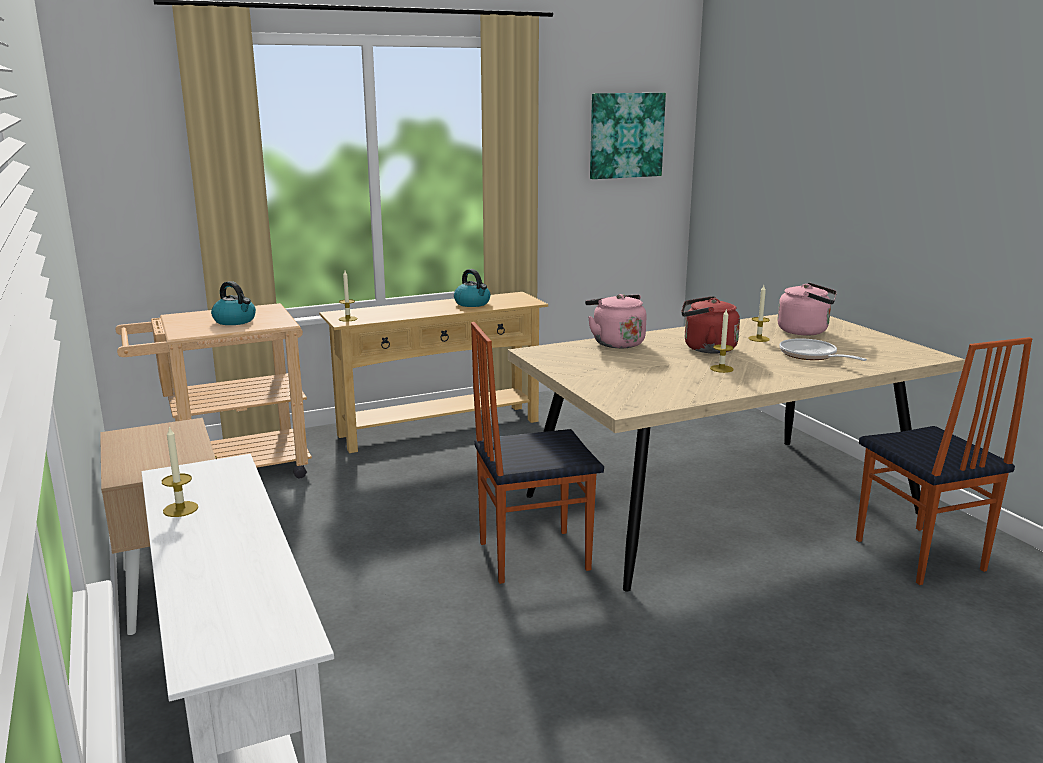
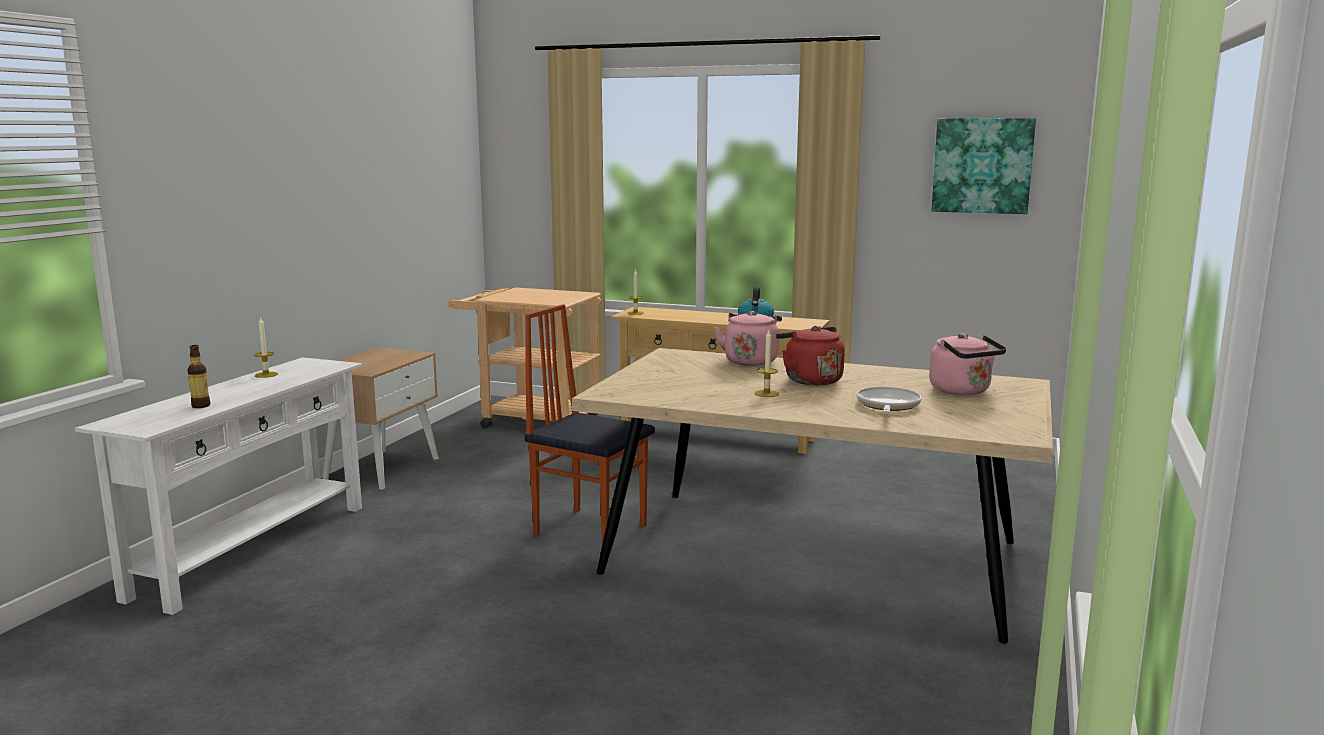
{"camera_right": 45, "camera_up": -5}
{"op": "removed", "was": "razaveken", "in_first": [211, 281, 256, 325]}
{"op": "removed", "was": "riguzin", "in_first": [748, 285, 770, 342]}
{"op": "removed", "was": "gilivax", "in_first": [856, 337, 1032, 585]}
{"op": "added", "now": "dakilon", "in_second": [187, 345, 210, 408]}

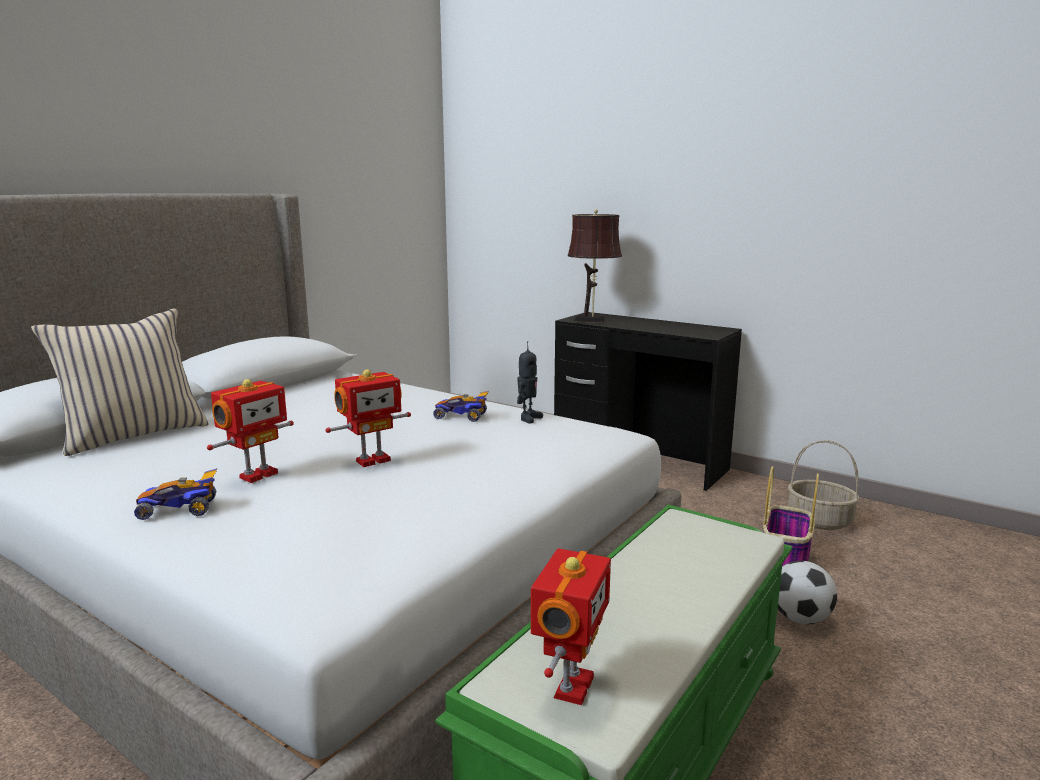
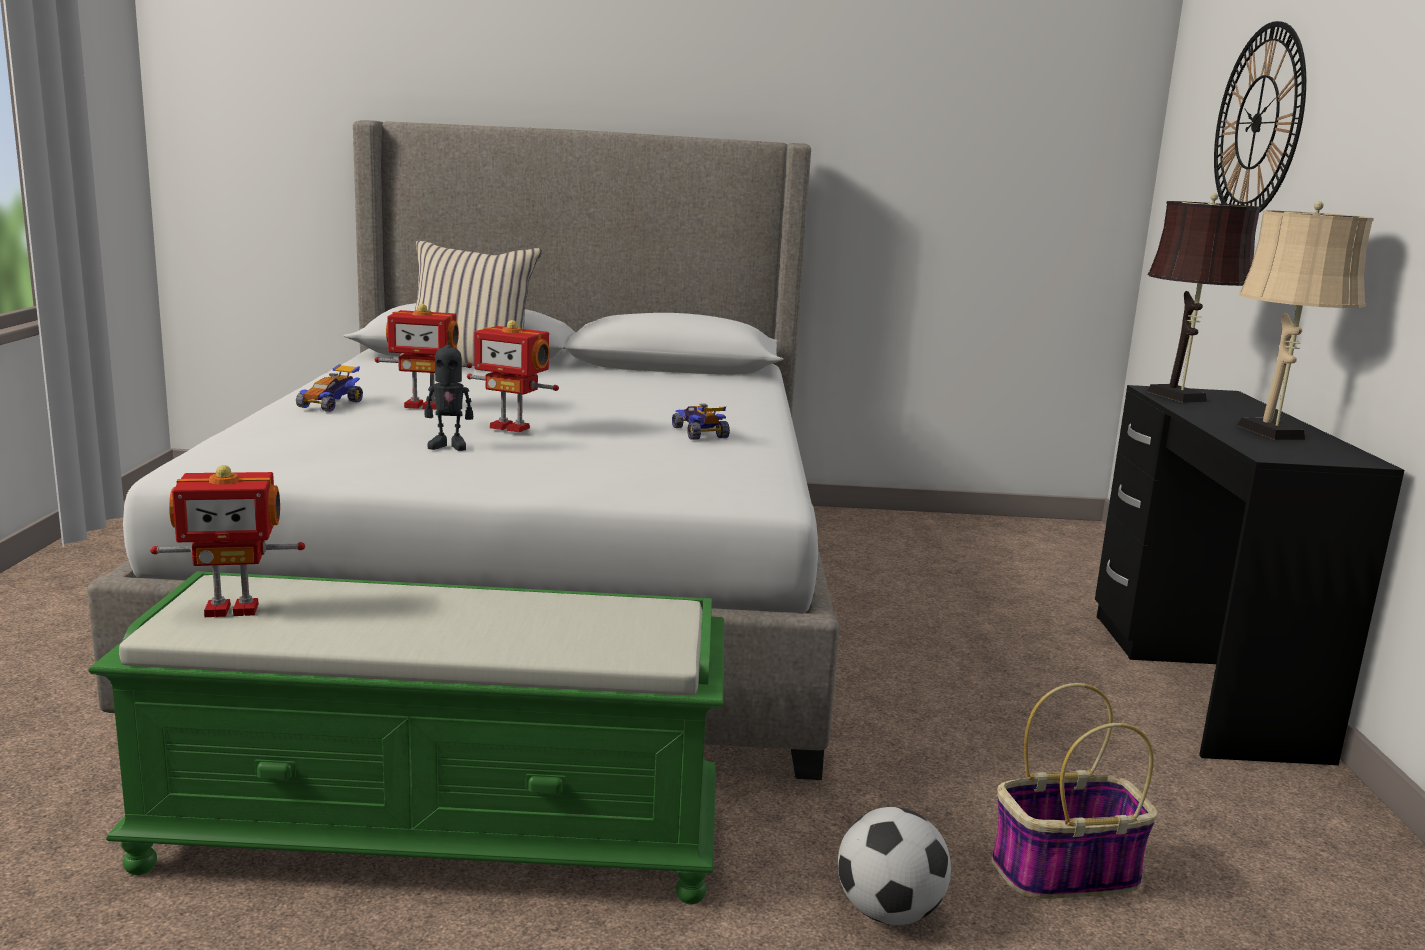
{"camera_right": 55, "camera_up": 0}
{"op": "removed", "was": "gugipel", "in_first": [788, 440, 859, 530]}
{"op": "added", "now": "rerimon", "in_second": [1214, 21, 1306, 213]}
{"op": "added", "now": "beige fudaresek", "in_second": [1237, 201, 1374, 440]}
{"op": "moved", "was": "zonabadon", "in_first": [517, 341, 543, 424], "in_second": [425, 331, 473, 451]}
{"op": "turned", "was": "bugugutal", "in_first": [134, 468, 217, 520], "in_second": [296, 364, 363, 412], "clockwise": -120}

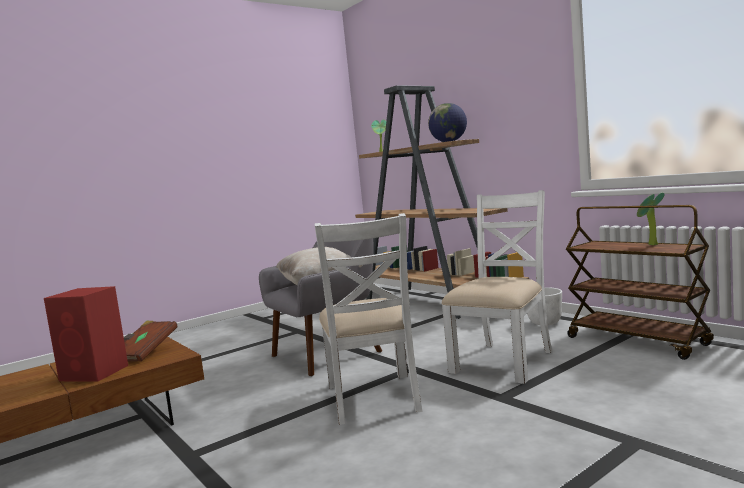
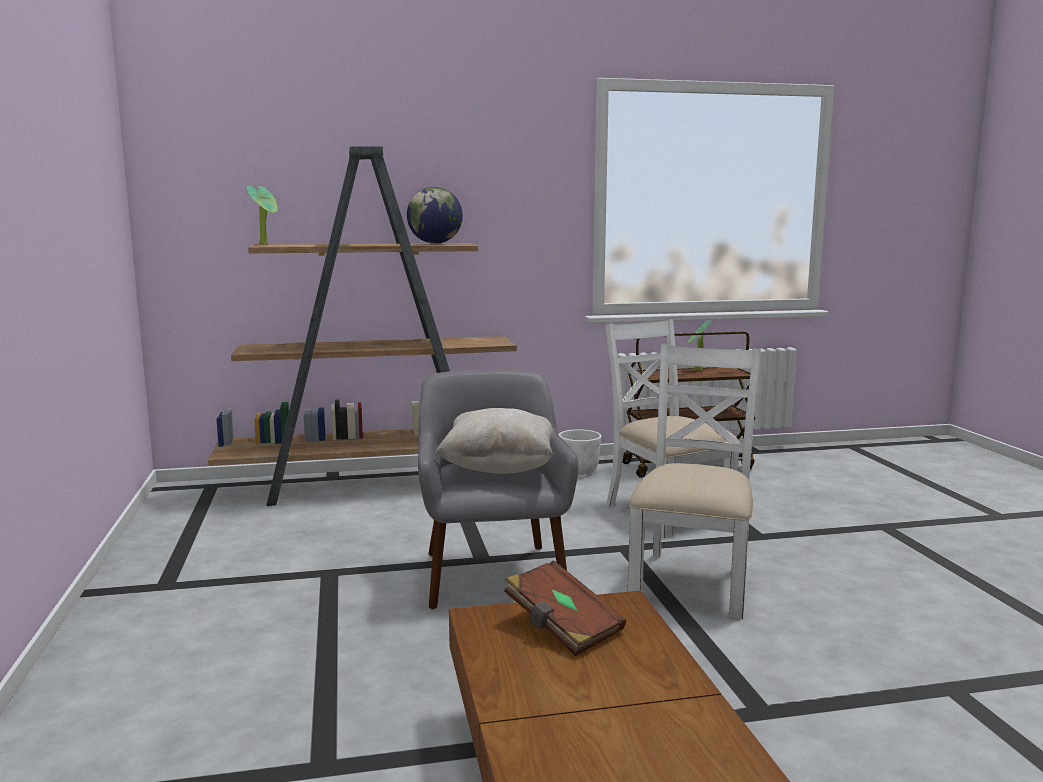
{"camera_right": -65, "camera_up": 5}
{"op": "removed", "was": "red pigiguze", "in_first": [44, 286, 128, 382]}
{"op": "turned", "was": "white gilivax", "in_first": [315, 213, 423, 425], "in_second": [628, 344, 761, 619], "clockwise": -90}

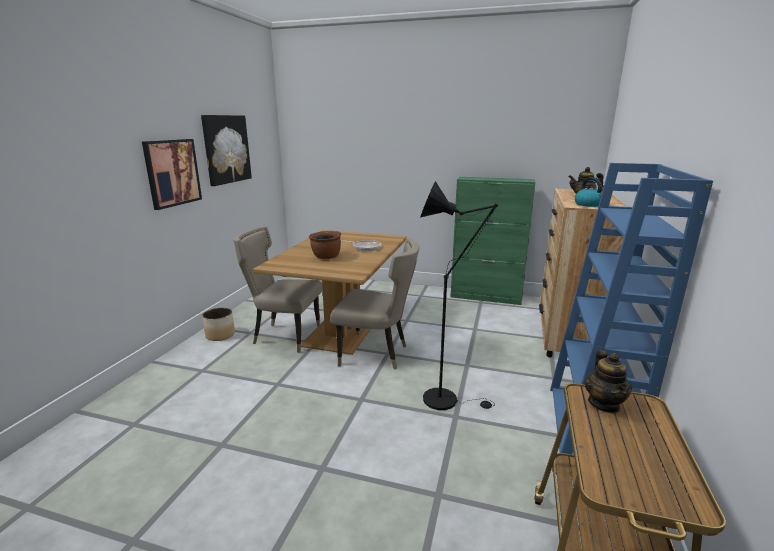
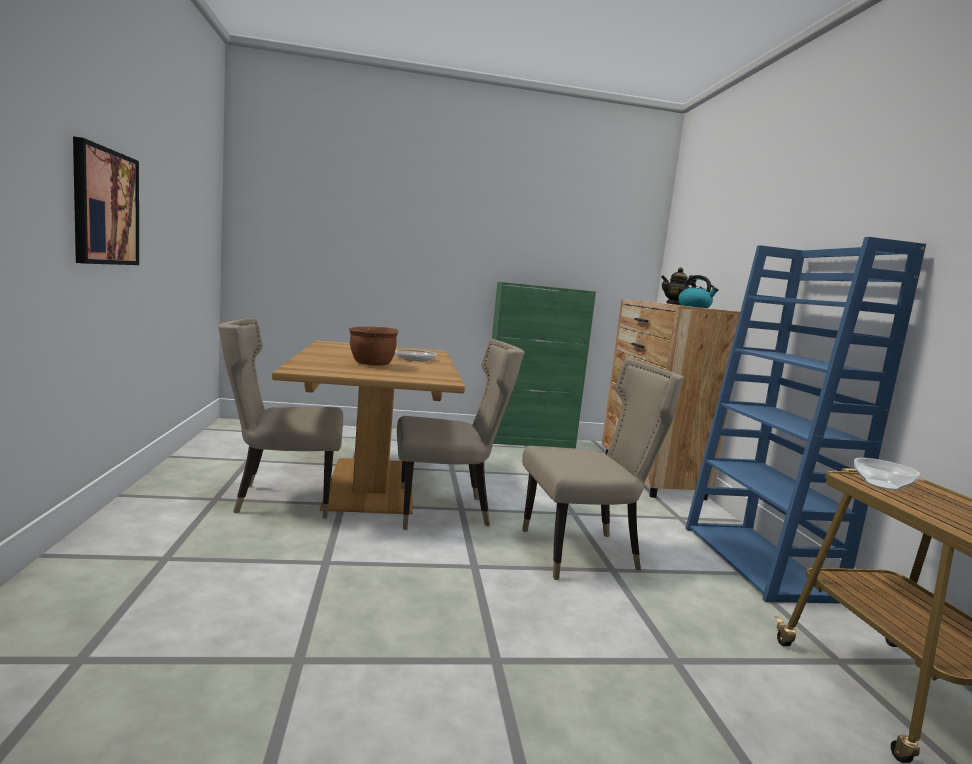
{"camera_right": -25, "camera_up": -10}
{"op": "removed", "was": "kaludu", "in_first": [201, 115, 252, 186]}
{"op": "removed", "was": "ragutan", "in_first": [202, 308, 235, 341]}
{"op": "replaced", "was": "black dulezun", "now": "beige gilivax", "in_first": [420, 181, 498, 410], "in_second": [522, 359, 684, 580]}
{"op": "replaced", "was": "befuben", "now": "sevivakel", "in_first": [584, 350, 632, 413], "in_second": [854, 458, 920, 490]}

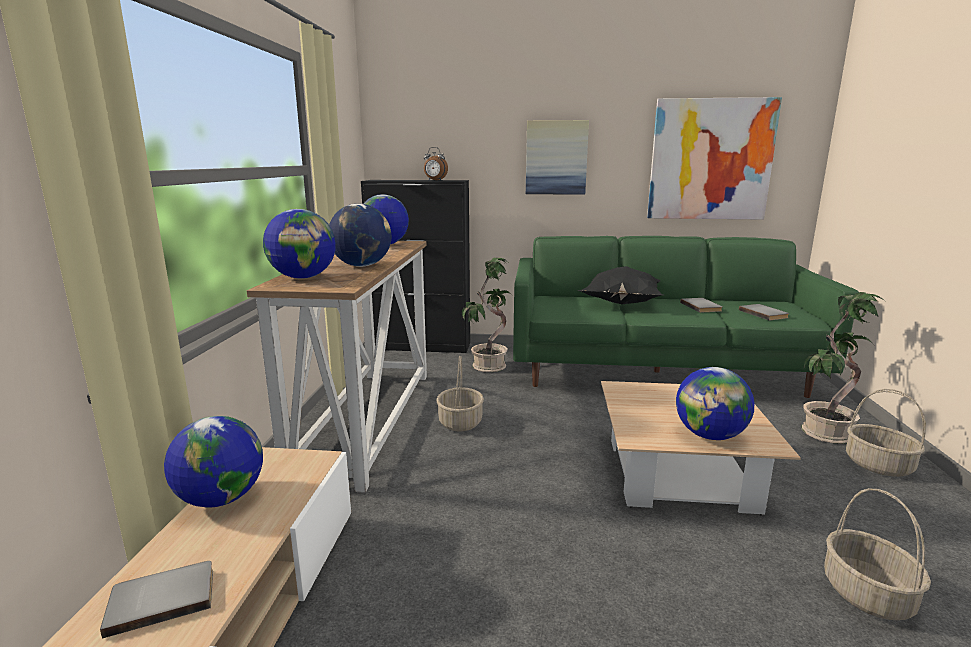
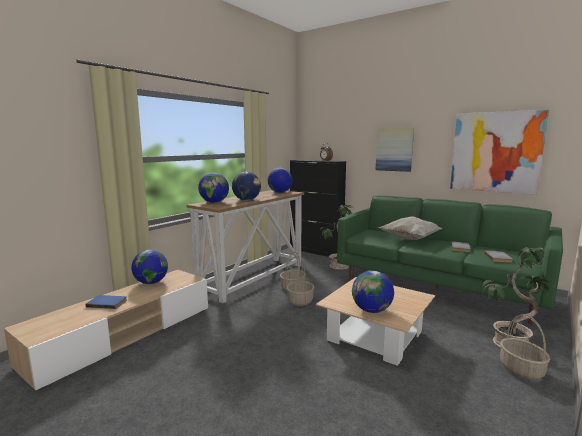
{"camera_right": 30, "camera_up": -5}
{"op": "moved", "was": "gugipel", "in_first": [824, 488, 931, 620], "in_second": [287, 262, 314, 306]}
{"op": "recoloured", "was": "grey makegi", "now": "blue makegi", "in_first": [100, 561, 213, 639], "in_second": [85, 295, 127, 309]}
{"op": "recoloured", "was": "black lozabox", "now": "white lozabox", "in_first": [578, 266, 663, 304], "in_second": [377, 216, 442, 240]}

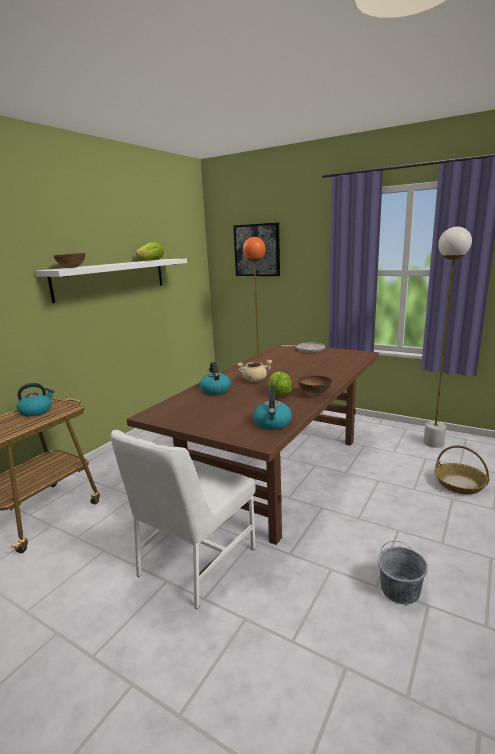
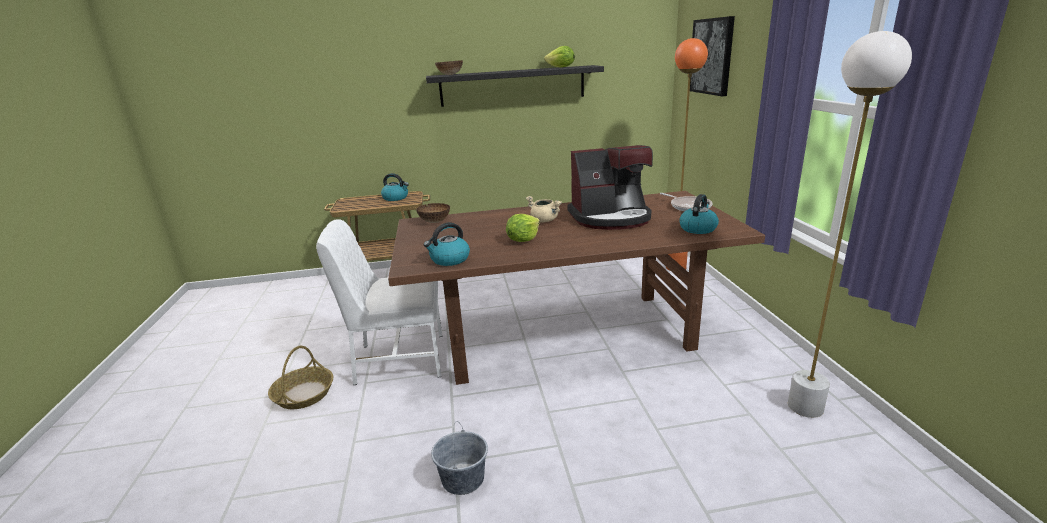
{"camera_right": 50, "camera_up": 5}
{"op": "added", "now": "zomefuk", "in_second": [567, 145, 653, 230]}
{"op": "moved", "was": "razaveken", "in_first": [200, 362, 231, 395], "in_second": [679, 194, 719, 234]}
{"op": "moved", "was": "sevivakel", "in_first": [298, 376, 332, 395], "in_second": [416, 203, 450, 223]}
{"op": "moved", "was": "gugipel", "in_first": [434, 445, 489, 494], "in_second": [268, 346, 333, 409]}
{"op": "recoloured", "was": "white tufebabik", "now": "black tufebabik", "in_first": [35, 259, 187, 303], "in_second": [426, 65, 604, 107]}

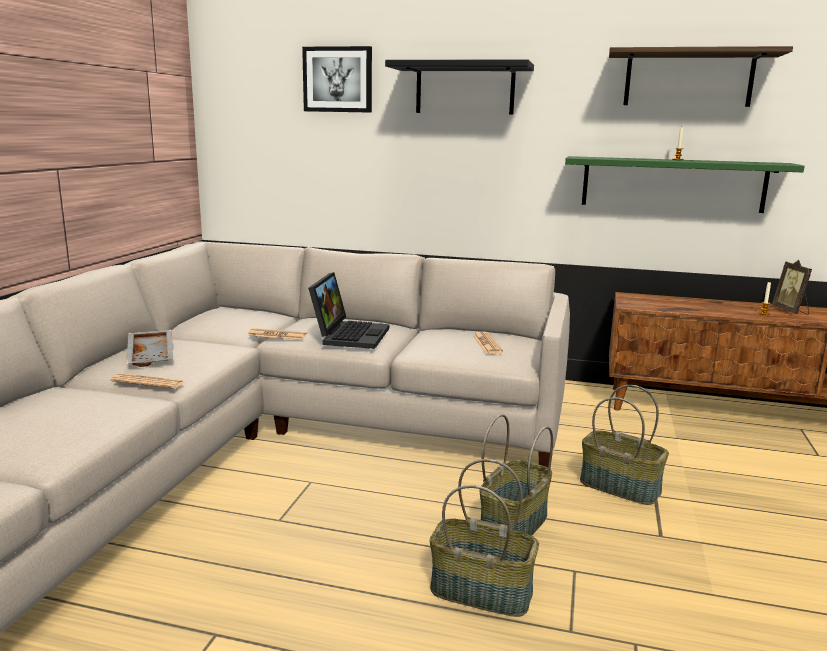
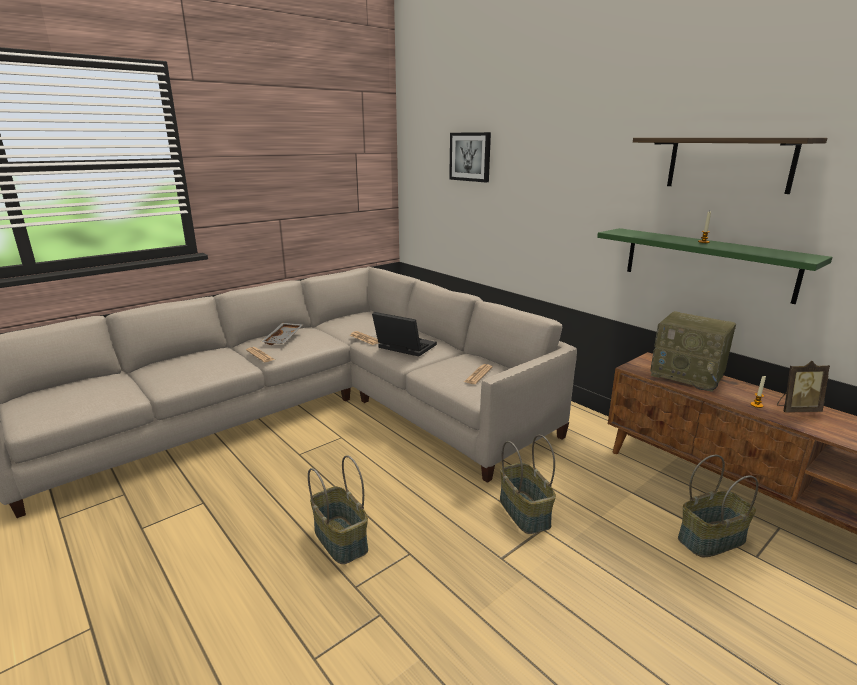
{"camera_right": 35, "camera_up": 5}
{"op": "removed", "was": "black tufebabik", "in_first": [385, 59, 534, 114]}
{"op": "added", "now": "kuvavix", "in_second": [650, 311, 736, 392]}
{"op": "moved", "was": "gugipel", "in_first": [480, 414, 553, 536], "in_second": [678, 455, 758, 557]}
{"op": "turned", "was": "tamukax", "in_first": [308, 272, 389, 349], "in_second": [372, 312, 437, 356], "clockwise": -105}
{"op": "turned", "was": "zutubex", "in_first": [772, 260, 812, 314], "in_second": [777, 361, 830, 413], "clockwise": -120}

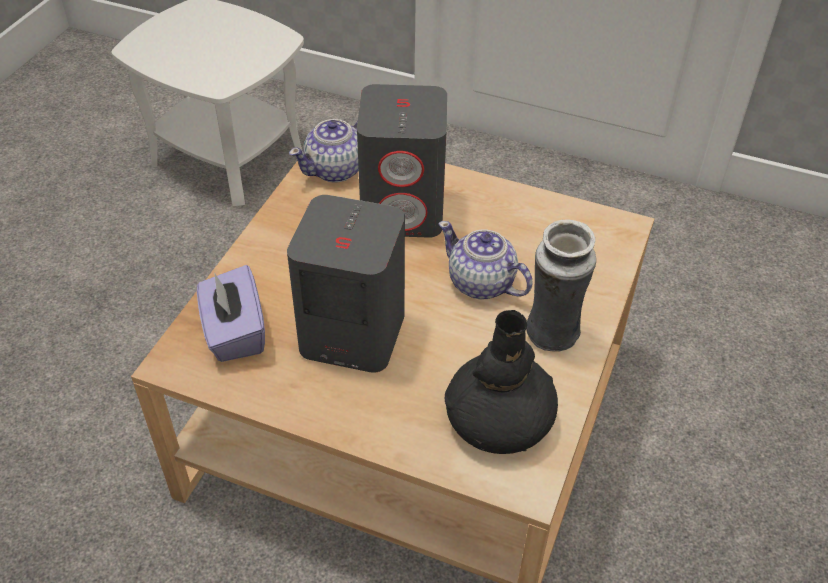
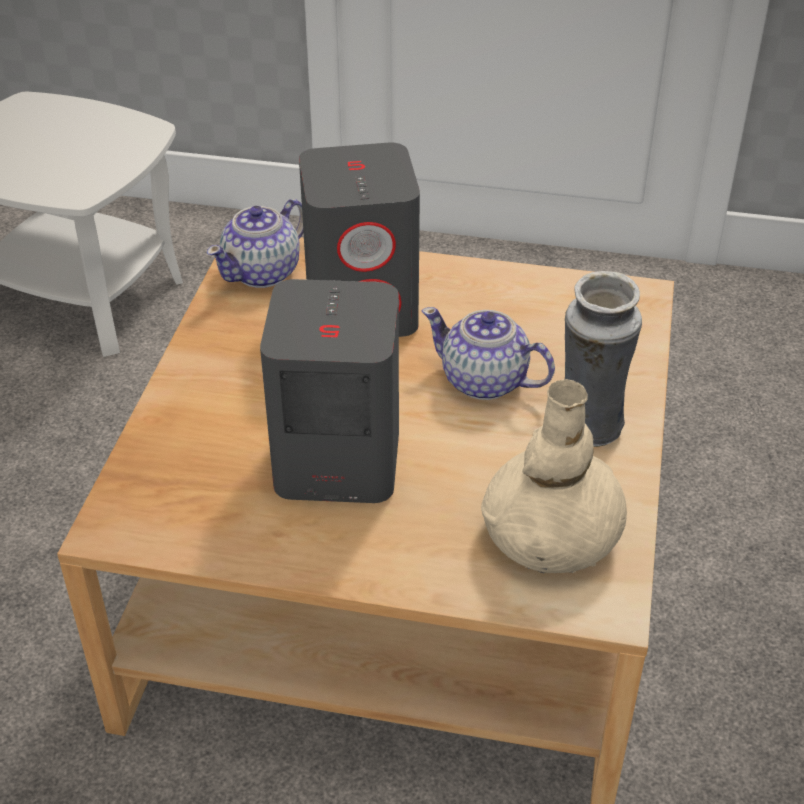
{"camera_right": -10, "camera_up": -5}
{"op": "removed", "was": "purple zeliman", "in_first": [197, 265, 265, 362]}
{"op": "recoloured", "was": "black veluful", "now": "beige veluful", "in_first": [445, 310, 558, 454], "in_second": [481, 379, 627, 573]}

